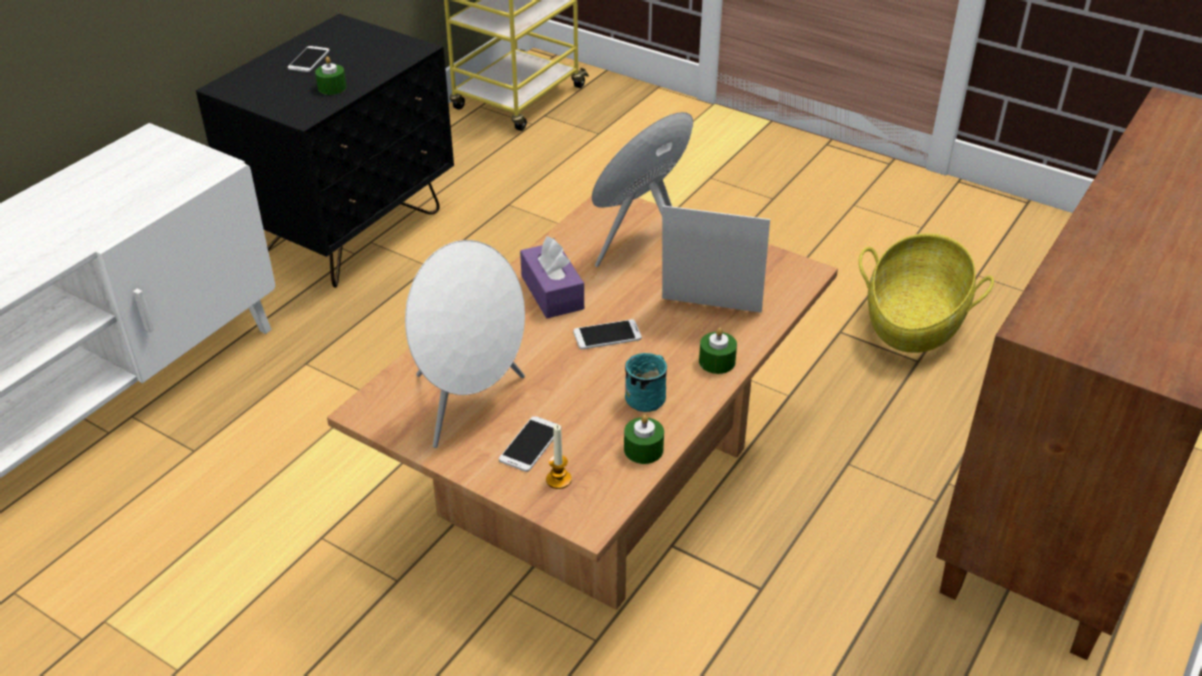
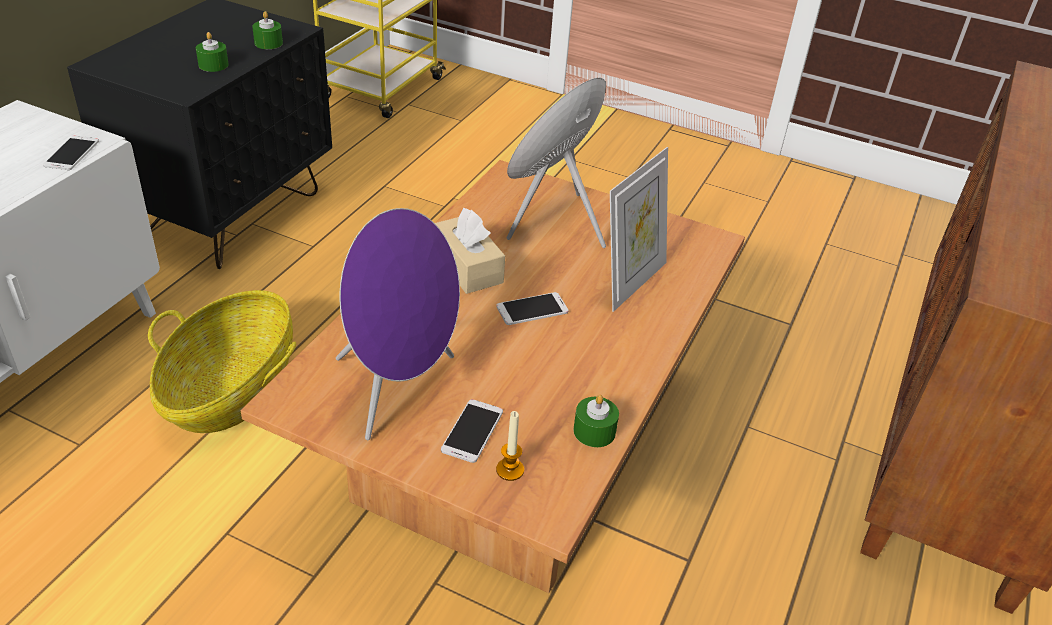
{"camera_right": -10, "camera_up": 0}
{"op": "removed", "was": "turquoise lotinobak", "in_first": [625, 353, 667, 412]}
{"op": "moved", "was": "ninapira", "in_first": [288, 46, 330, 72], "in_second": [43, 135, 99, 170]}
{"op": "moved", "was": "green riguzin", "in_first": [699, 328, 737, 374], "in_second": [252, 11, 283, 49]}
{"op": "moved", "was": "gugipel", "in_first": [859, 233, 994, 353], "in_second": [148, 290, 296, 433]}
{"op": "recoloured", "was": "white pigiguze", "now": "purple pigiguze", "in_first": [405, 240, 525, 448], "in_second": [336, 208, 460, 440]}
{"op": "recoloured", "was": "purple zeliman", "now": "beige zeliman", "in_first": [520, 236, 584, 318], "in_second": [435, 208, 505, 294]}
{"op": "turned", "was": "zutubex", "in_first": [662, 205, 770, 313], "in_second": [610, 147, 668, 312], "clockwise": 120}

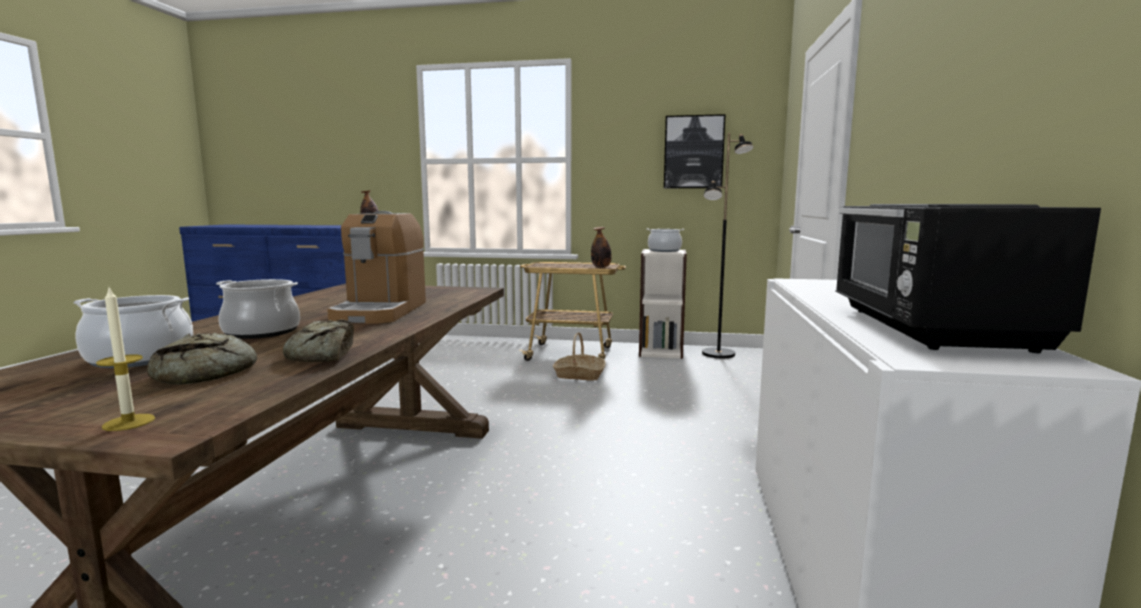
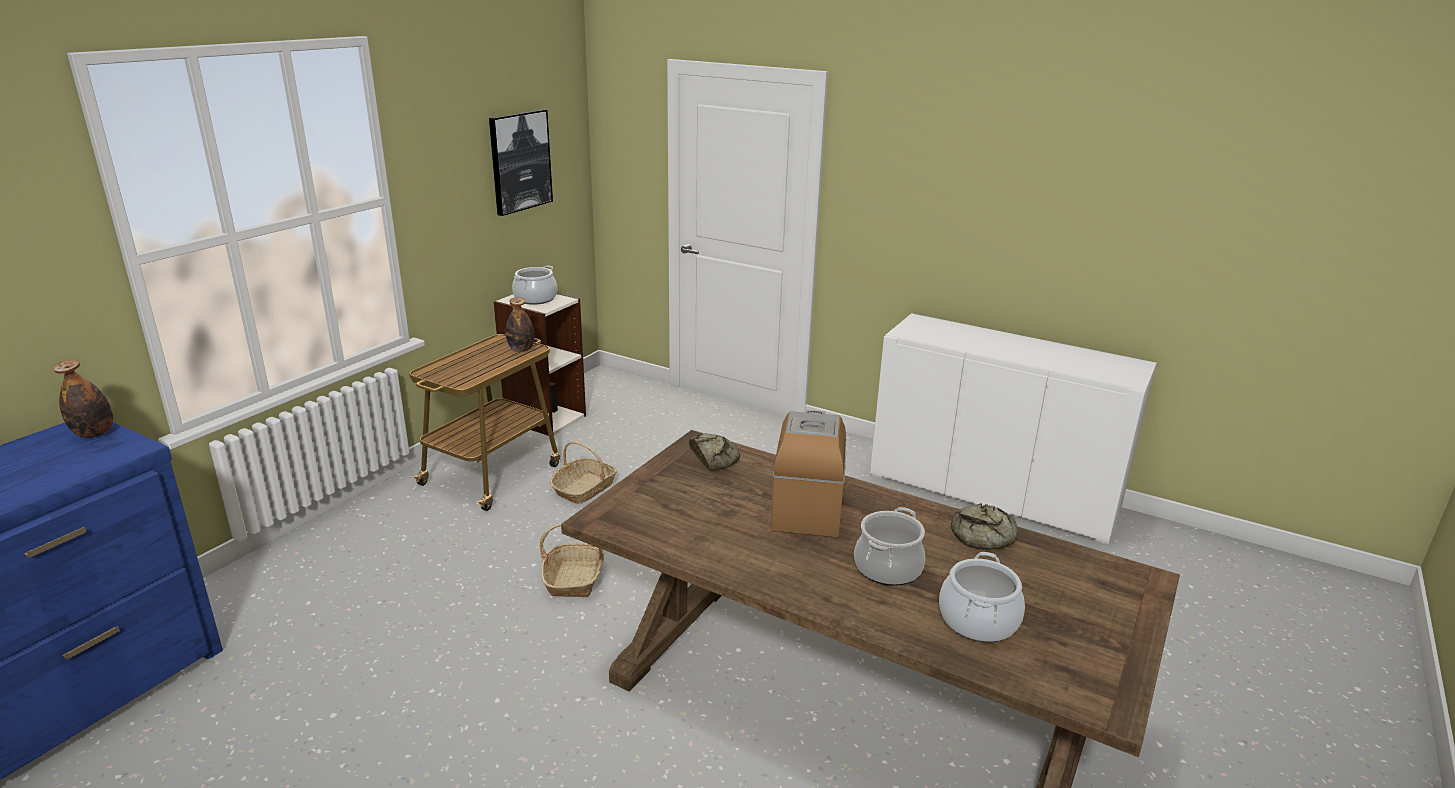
{"camera_right": -70, "camera_up": 15}
{"op": "removed", "was": "riguzin", "in_first": [96, 287, 155, 431]}
{"op": "removed", "was": "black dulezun", "in_first": [702, 133, 754, 358]}
{"op": "removed", "was": "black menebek", "in_first": [835, 204, 1101, 353]}
{"op": "added", "now": "gugipel", "in_second": [540, 523, 605, 597]}
{"op": "moved", "was": "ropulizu", "in_first": [147, 333, 257, 385], "in_second": [689, 433, 740, 471]}
{"op": "turned", "was": "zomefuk", "in_first": [327, 211, 426, 324], "in_second": [771, 410, 846, 538], "clockwise": -105}

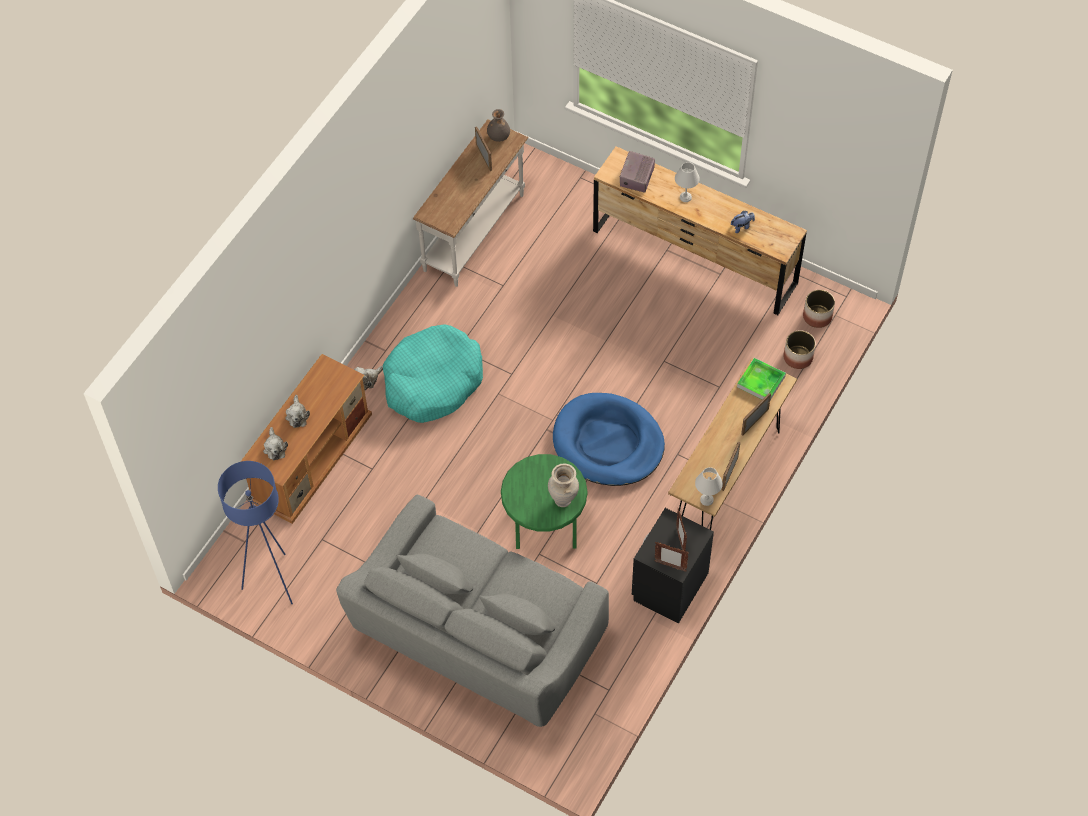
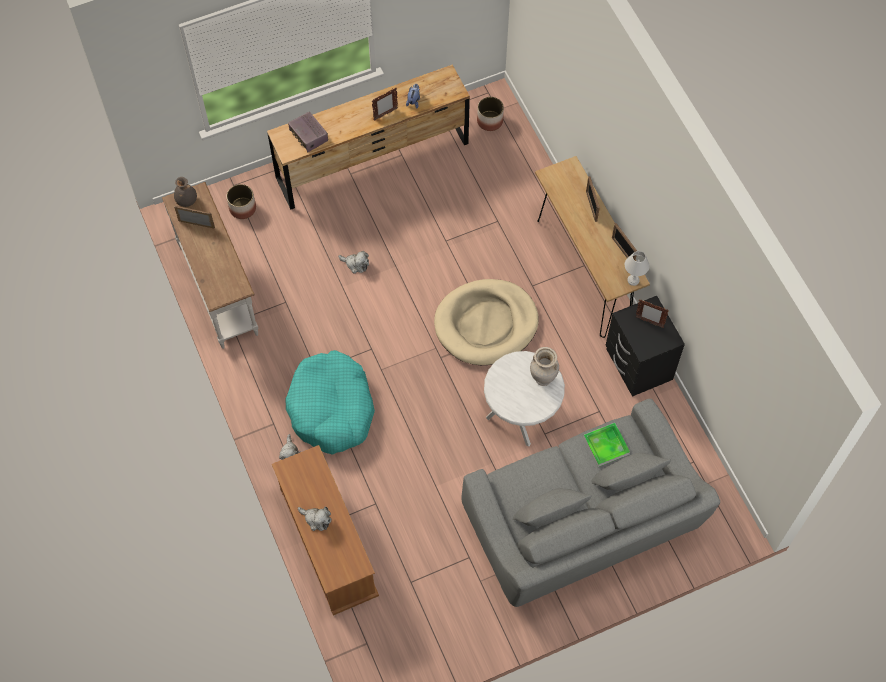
{"camera_right": -55, "camera_up": 5}
{"op": "removed", "was": "blue dulezun", "in_first": [218, 461, 293, 604]}
{"op": "removed", "was": "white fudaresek", "in_first": [675, 162, 700, 202]}
{"op": "moved", "was": "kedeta", "in_first": [263, 427, 288, 460], "in_second": [338, 251, 369, 274]}
{"op": "moved", "was": "zutubex", "in_first": [655, 542, 689, 572], "in_second": [372, 87, 398, 120]}
{"op": "moved", "was": "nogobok", "in_first": [737, 358, 786, 400], "in_second": [583, 423, 630, 467]}
{"op": "moved", "was": "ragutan", "in_first": [784, 330, 816, 369], "in_second": [226, 184, 256, 219]}
{"op": "recoloured", "was": "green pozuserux", "now": "white pozuserux", "in_first": [501, 454, 587, 549], "in_second": [484, 351, 565, 446]}
{"op": "recoloured", "was": "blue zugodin", "now": "beige zugodin", "in_first": [553, 393, 665, 486], "in_second": [434, 279, 539, 365]}

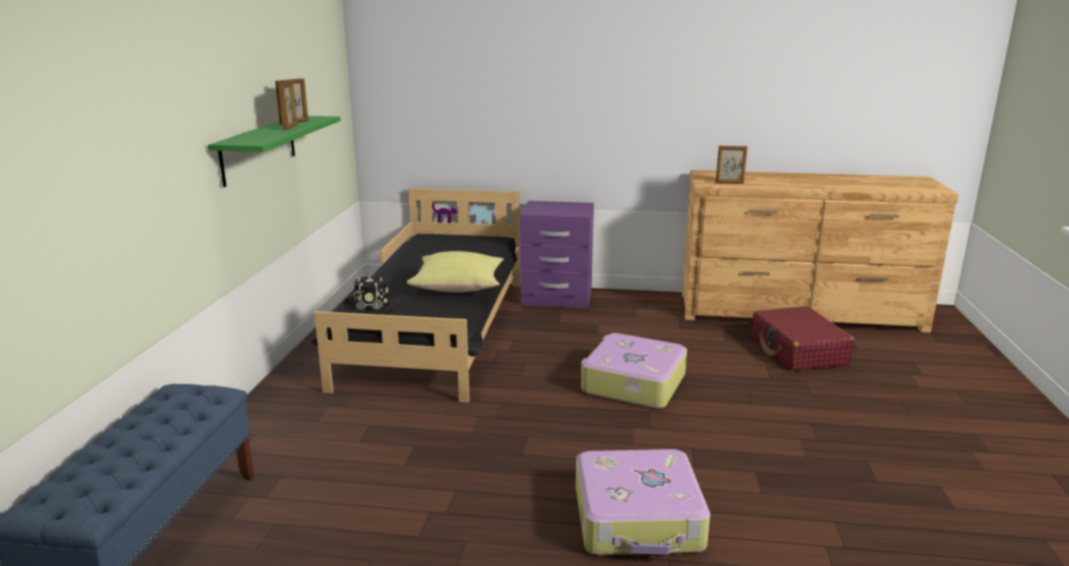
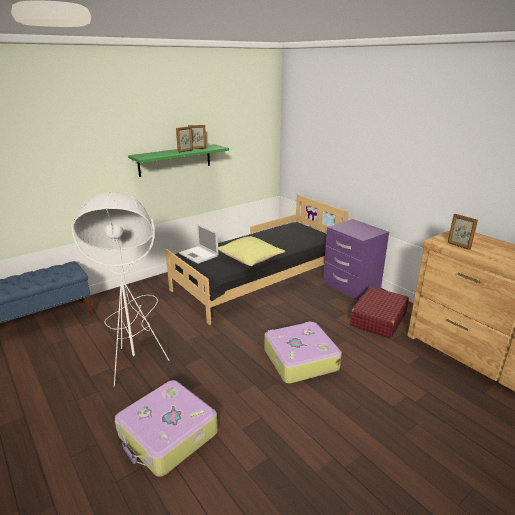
{"camera_right": 45, "camera_up": 5}
{"op": "added", "now": "white dulezun", "in_second": [71, 192, 170, 387]}
{"op": "moved", "was": "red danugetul", "in_first": [752, 306, 854, 371], "in_second": [350, 287, 409, 338]}
{"op": "replaced", "was": "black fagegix", "now": "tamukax", "in_first": [344, 276, 399, 315], "in_second": [179, 224, 219, 264]}

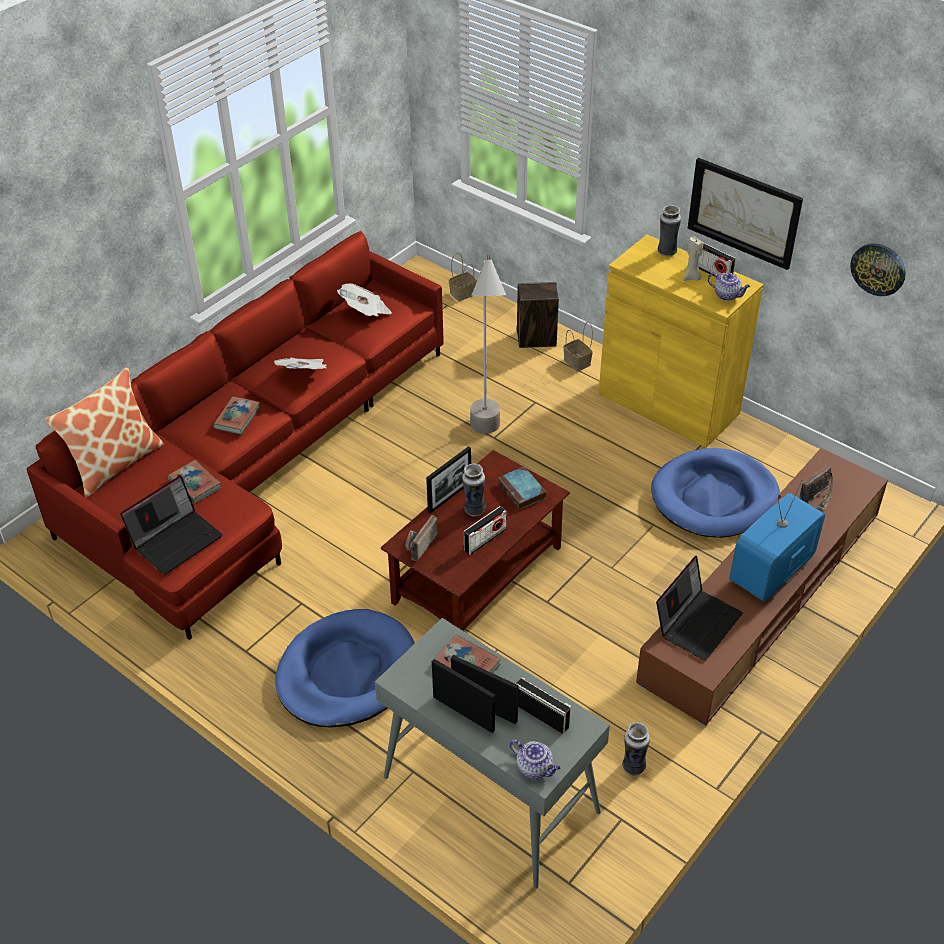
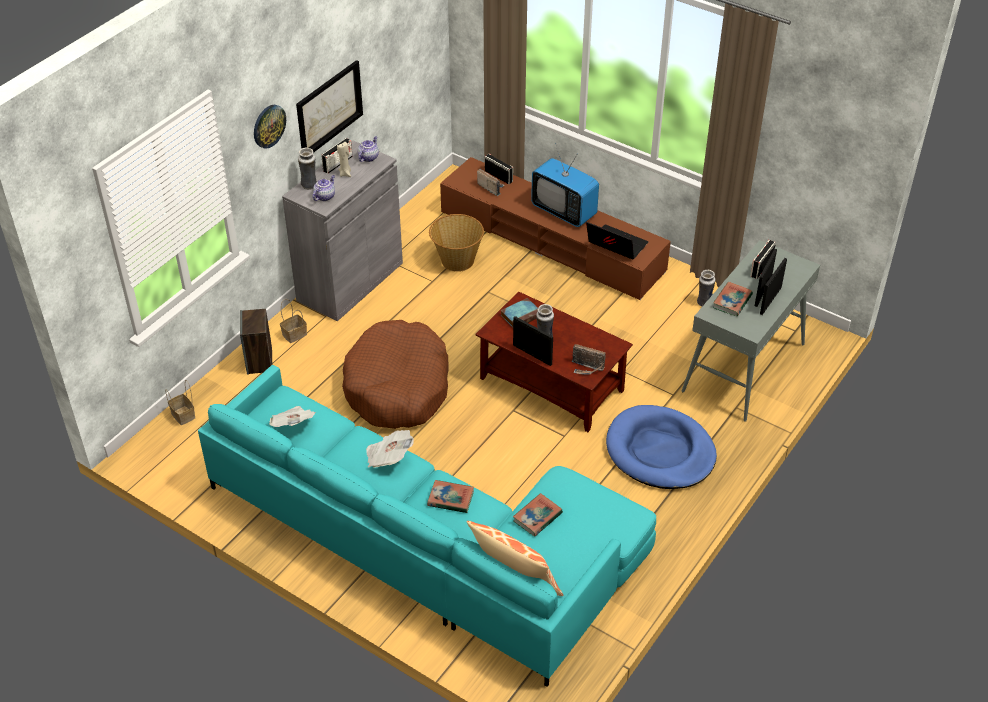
{"camera_right": -95, "camera_up": 0}
{"op": "removed", "was": "tamukax", "in_first": [120, 476, 223, 575]}
{"op": "moved", "was": "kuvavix", "in_first": [463, 506, 507, 555], "in_second": [485, 154, 513, 184]}
{"op": "moved", "was": "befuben", "in_first": [510, 739, 561, 779], "in_second": [312, 175, 335, 201]}
{"op": "moved", "was": "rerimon", "in_first": [850, 244, 906, 296], "in_second": [254, 105, 286, 149]}
{"op": "replaced", "was": "grey dulezun", "now": "brown zugodin", "in_first": [470, 255, 506, 434], "in_second": [342, 320, 448, 429]}
{"op": "replaced", "was": "blue zugodin", "now": "gugipel", "in_first": [651, 448, 780, 538], "in_second": [429, 214, 484, 272]}
{"op": "recoloured", "was": "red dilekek", "now": "turquoise dilekek", "in_first": [26, 230, 444, 640], "in_second": [198, 365, 656, 687]}
{"op": "recoloured", "was": "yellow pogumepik", "now": "grey pogumepik", "in_first": [599, 235, 763, 448], "in_second": [282, 141, 403, 321]}

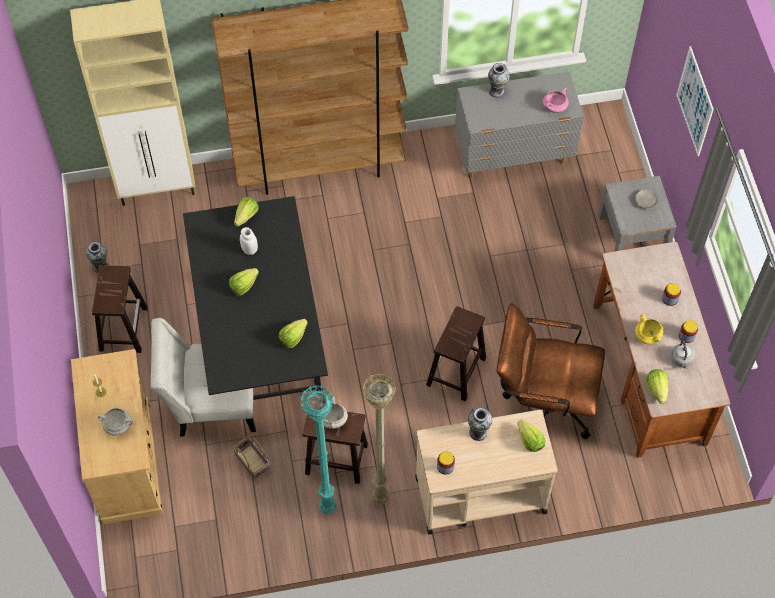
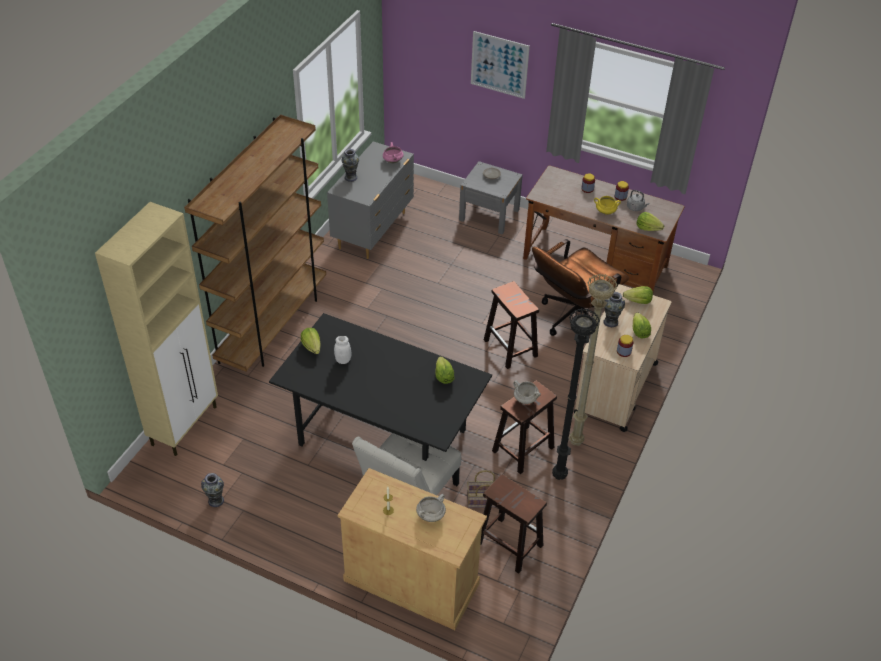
{"camera_right": -55, "camera_up": -15}
{"op": "moved", "was": "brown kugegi", "in_first": [92, 265, 148, 353], "in_second": [480, 474, 547, 574]}
{"op": "moved", "was": "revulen", "in_first": [229, 268, 259, 296], "in_second": [632, 313, 651, 338]}
{"op": "recoloured", "was": "turquoise dulezun", "now": "black dulezun", "in_first": [300, 385, 336, 514], "in_second": [552, 308, 600, 480]}

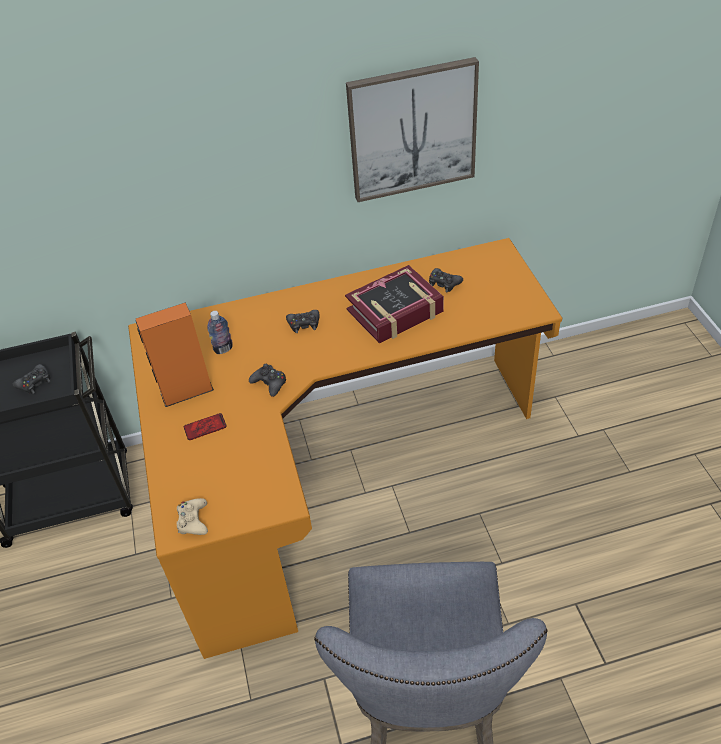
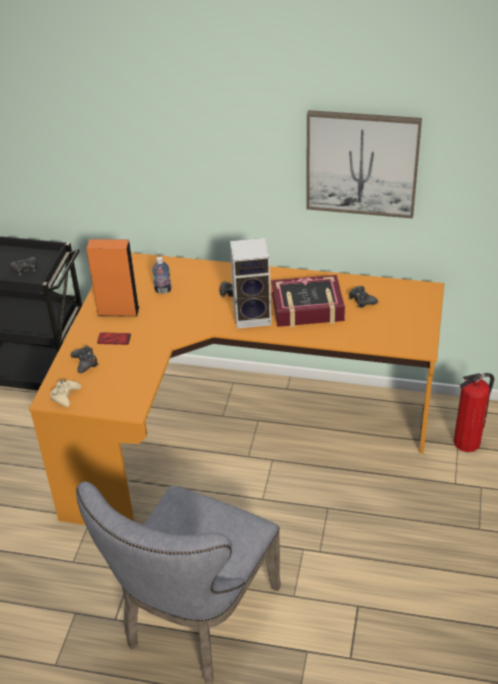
{"camera_right": 25, "camera_up": -5}
{"op": "added", "now": "pigiguze", "in_second": [230, 238, 271, 329]}
{"op": "added", "now": "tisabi", "in_second": [454, 373, 494, 452]}
{"op": "moved", "was": "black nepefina", "in_first": [249, 364, 286, 397], "in_second": [71, 346, 98, 373]}

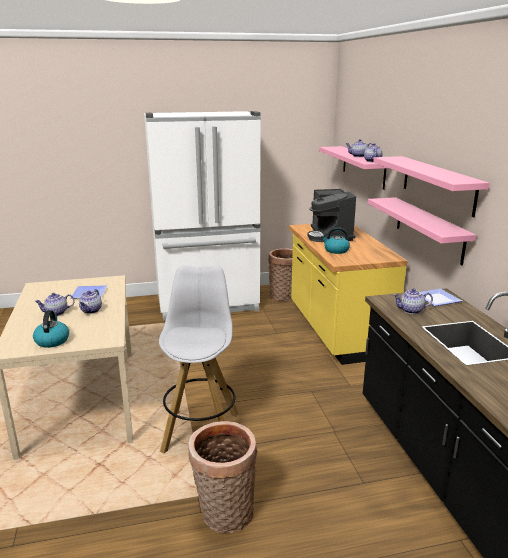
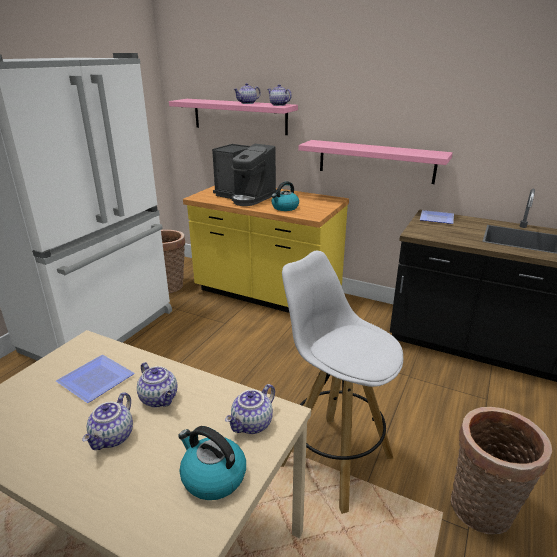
{"camera_right": -50, "camera_up": 5}
{"op": "removed", "was": "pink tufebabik", "in_first": [373, 156, 490, 218]}
{"op": "moved", "was": "befuben", "in_first": [393, 288, 433, 314], "in_second": [225, 384, 275, 434]}

